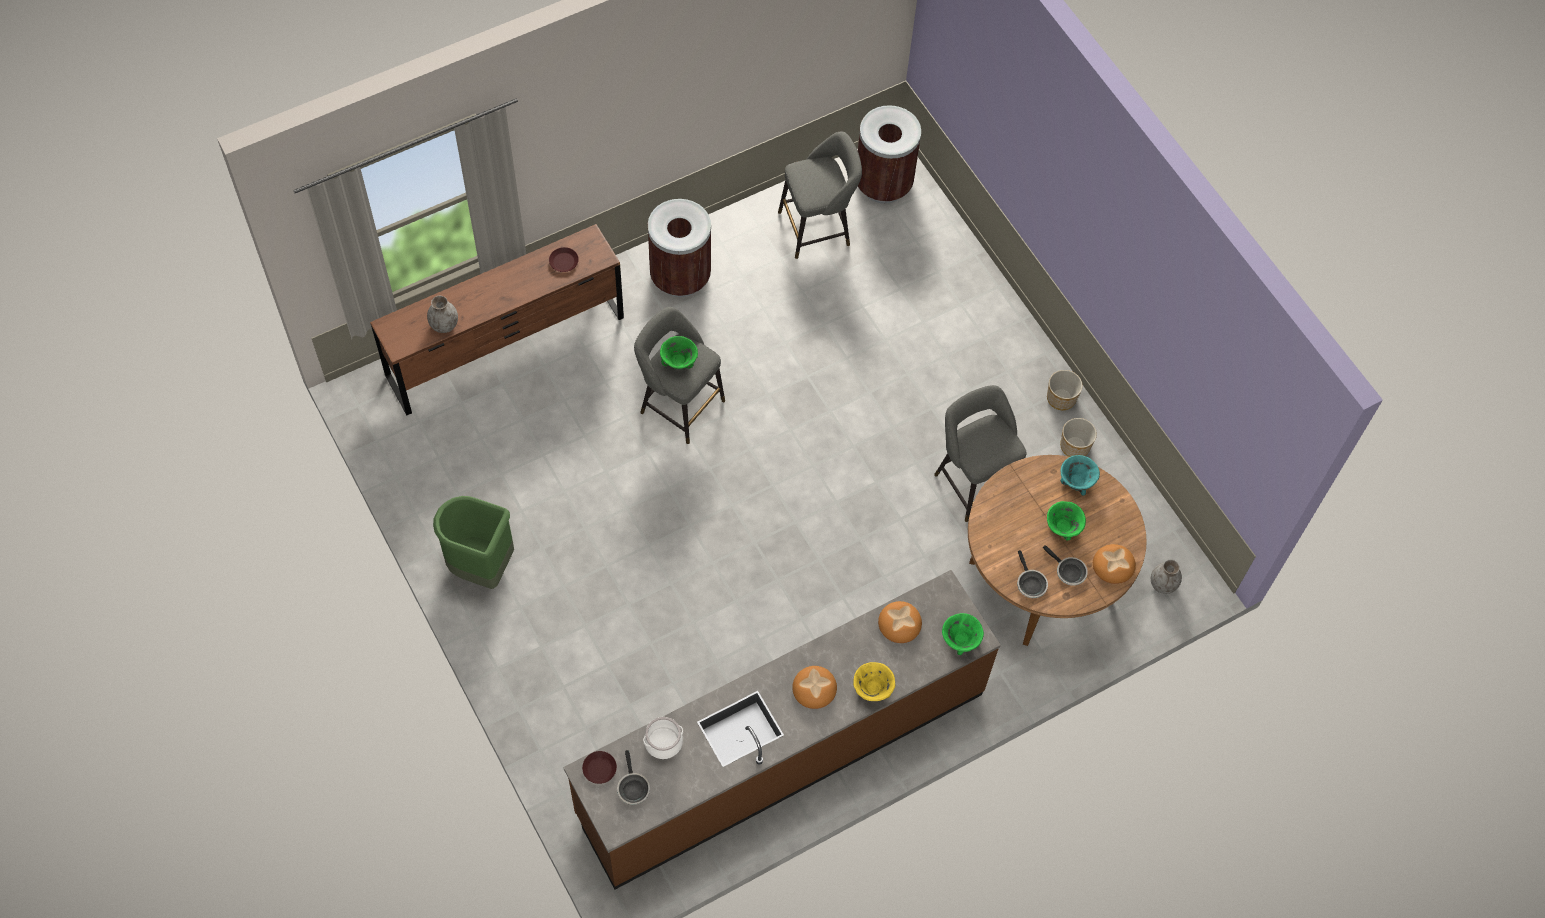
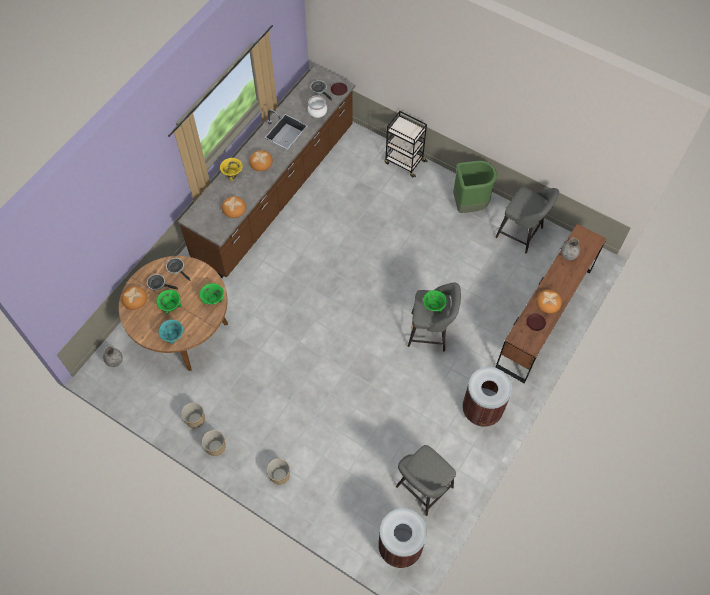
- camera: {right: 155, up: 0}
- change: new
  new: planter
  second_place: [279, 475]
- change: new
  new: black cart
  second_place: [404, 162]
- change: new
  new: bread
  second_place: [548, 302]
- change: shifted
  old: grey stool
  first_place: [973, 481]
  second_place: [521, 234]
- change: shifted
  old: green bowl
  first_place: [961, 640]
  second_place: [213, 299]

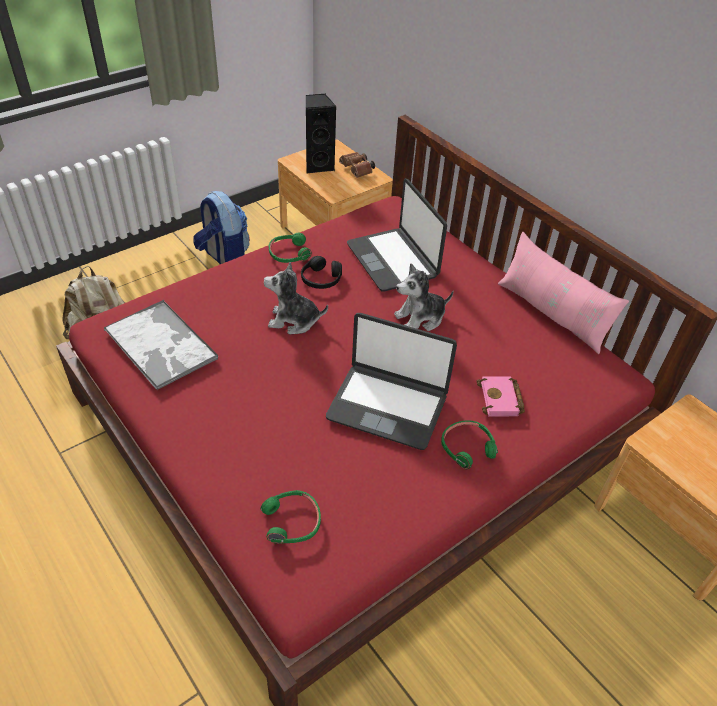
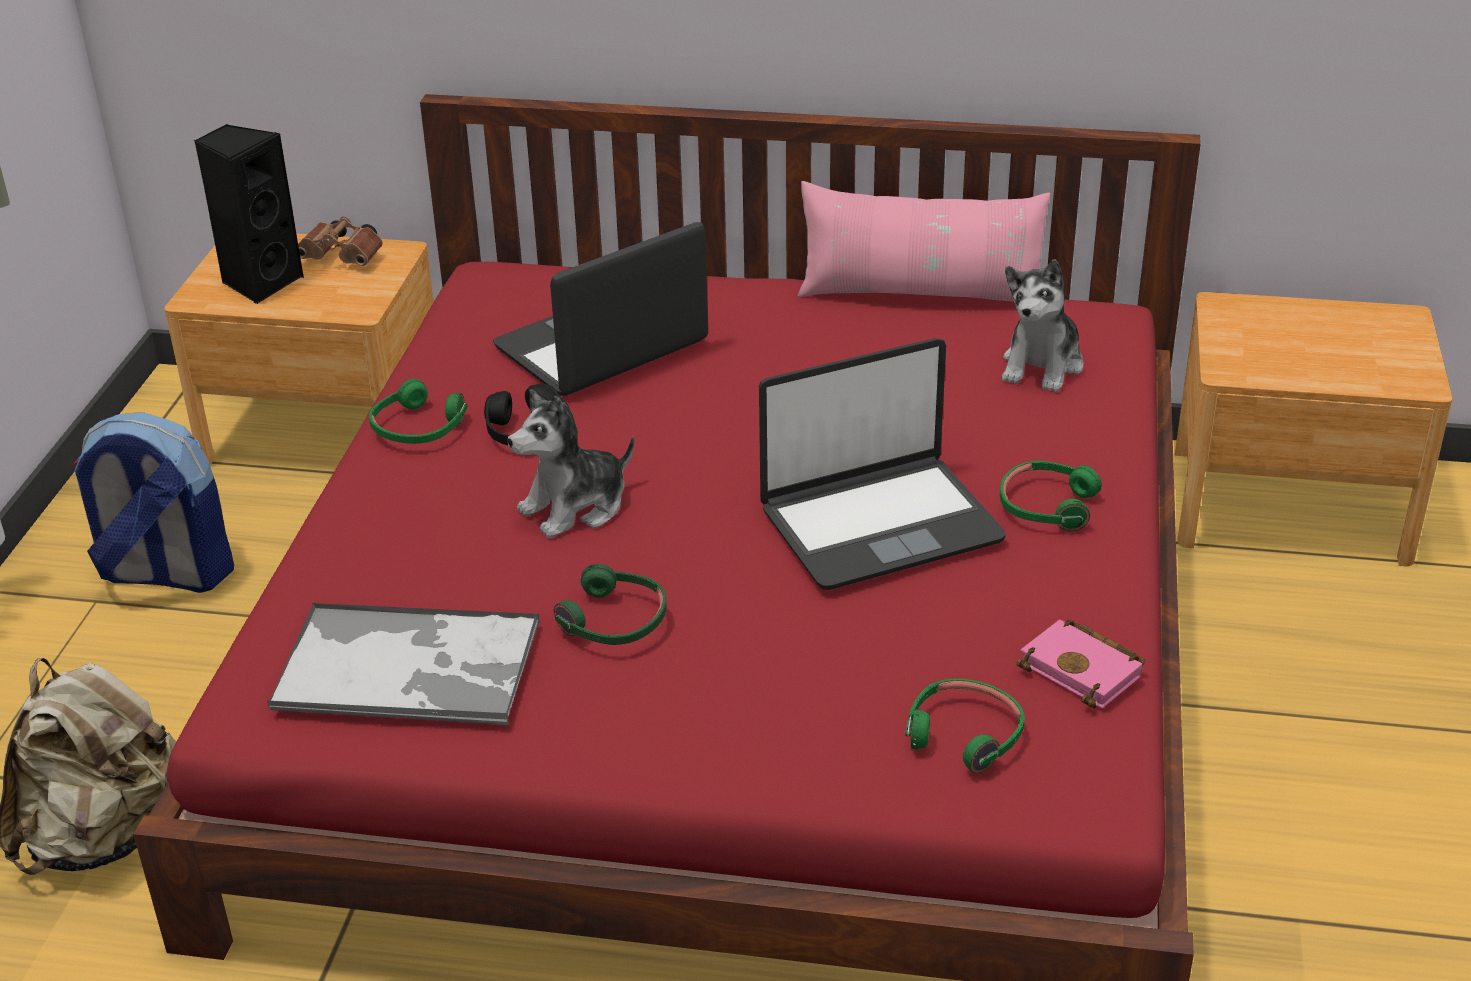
- camera: {right: -40, up: -10}
- change: new
  new: green headphones
  second_place: [614, 621]
- change: shifted
  old: plush toy
  first_place: [420, 318]
  second_place: [1042, 366]
- change: shifted
  old: pink book
  first_place: [501, 400]
  second_place: [1085, 670]
- change: rotated
  old: laptop
  first_place: [393, 260]
  second_place: [602, 347]
  degrees: 120

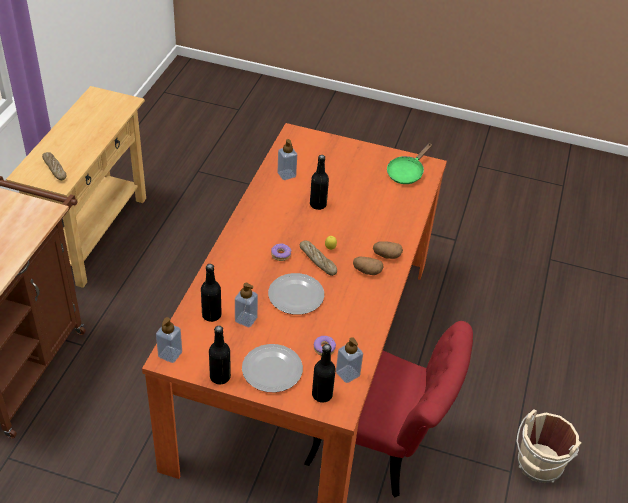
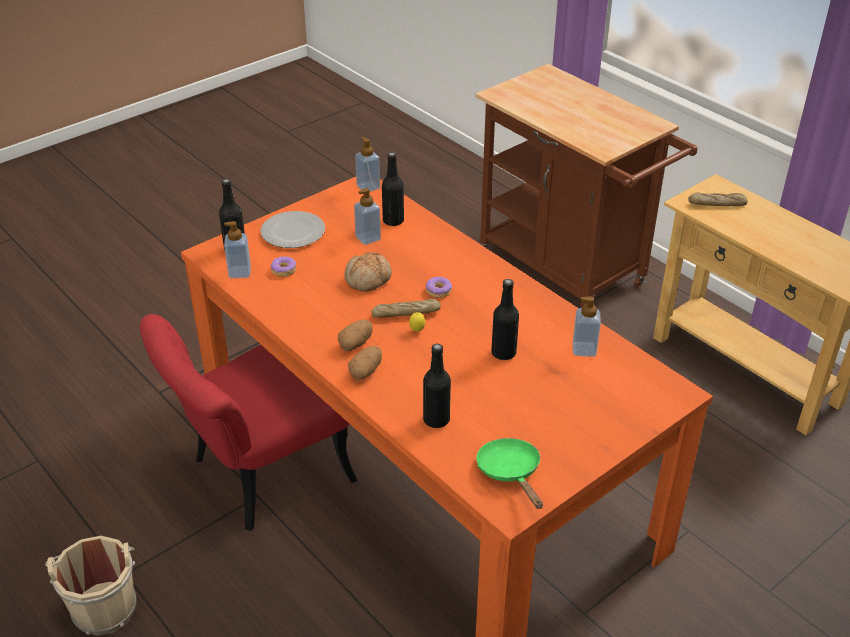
- camera: {right: 125, up: -5}
- change: shifted
  old: black bottle
  first_place: [220, 377]
  second_place: [436, 420]
- change: swapped
  old: plate
  new: bread
  first_place: [296, 295]
  second_place: [369, 279]

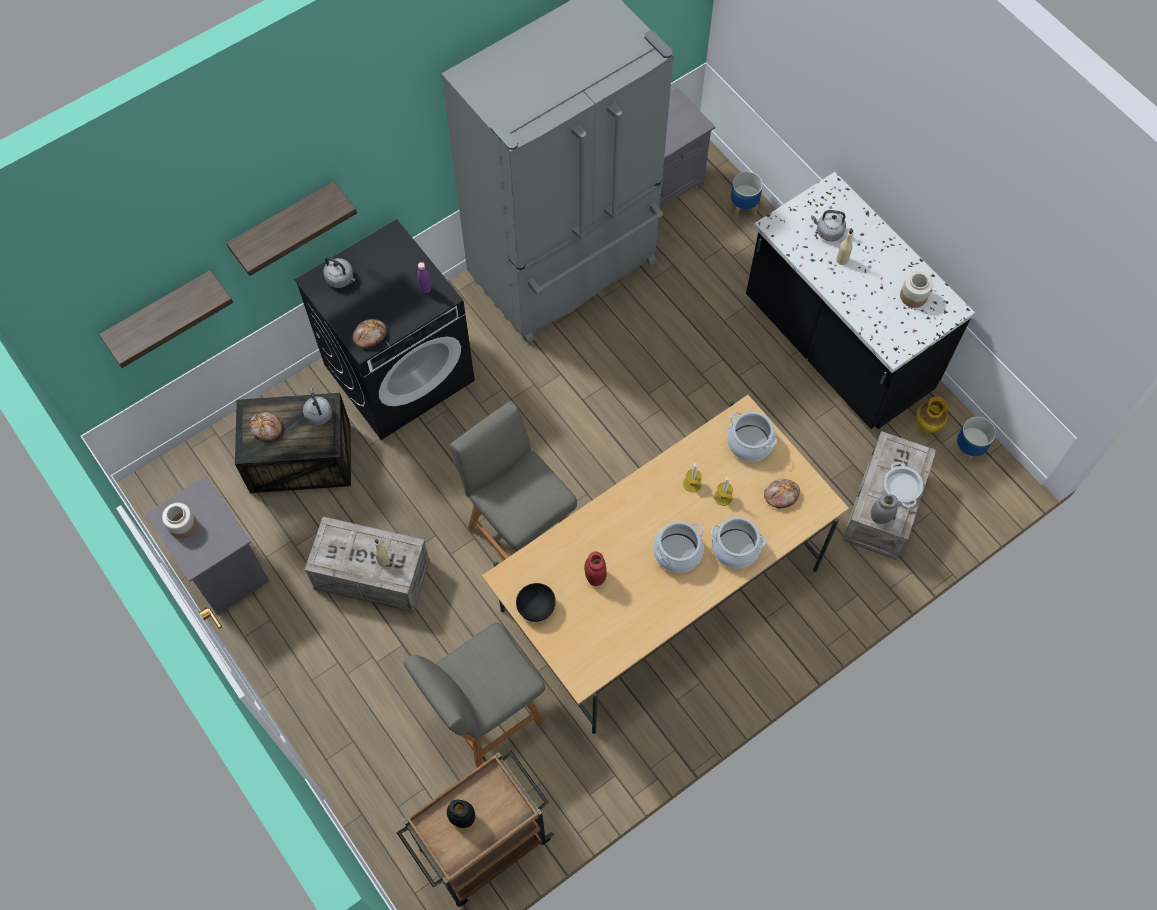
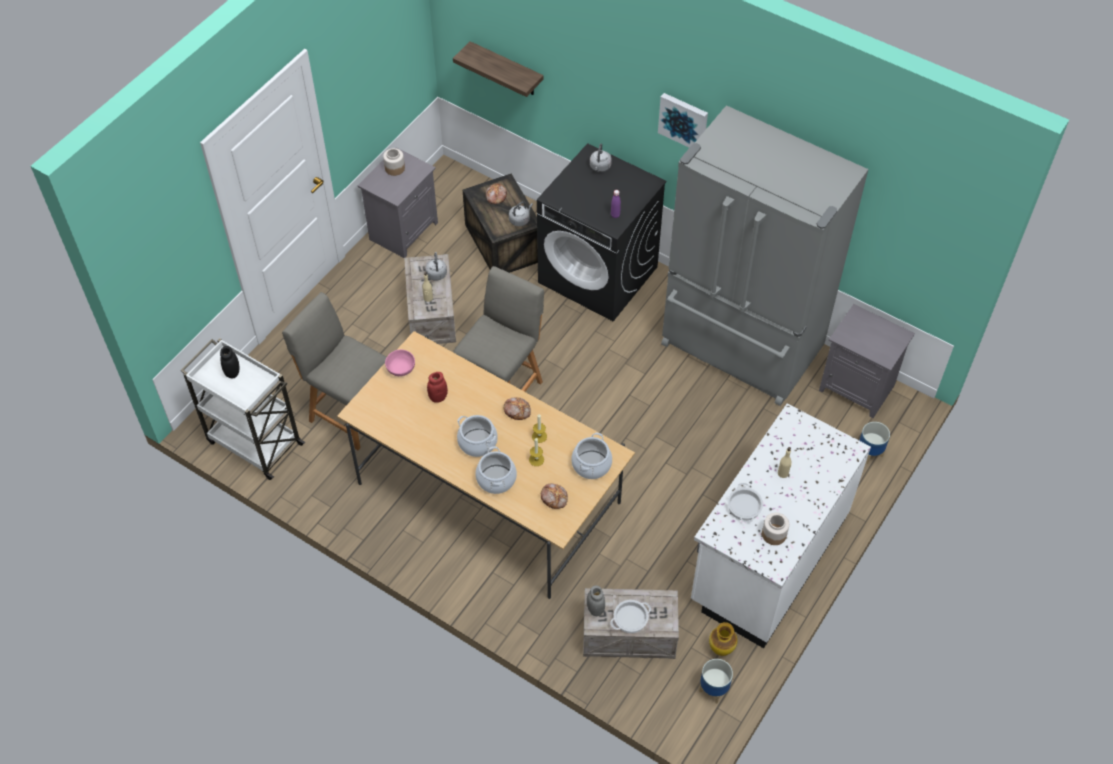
- camera: {right: 70, up: -10}
- change: gone
  old: shelf
  first_place: [284, 224]
- change: new
  new: picture
  second_place: [684, 121]
- change: new
  new: cooking pot
  second_place: [745, 507]
- change: shifted
  old: bread
  first_place: [369, 335]
  second_place: [517, 410]
- change: shifted
  old: grey kettle
  first_place: [828, 232]
  second_place: [436, 273]
- change: repainted
  old: brown cart
  new: white cart
  first_place: [483, 847]
  second_place: [253, 442]
- change: repainted
  old: black bowl
  new: pink bowl
  first_place: [537, 607]
  second_place: [401, 370]
- change: repainted
  old: black counter
  new: white counter
  first_place: [836, 346]
  second_place: [767, 559]

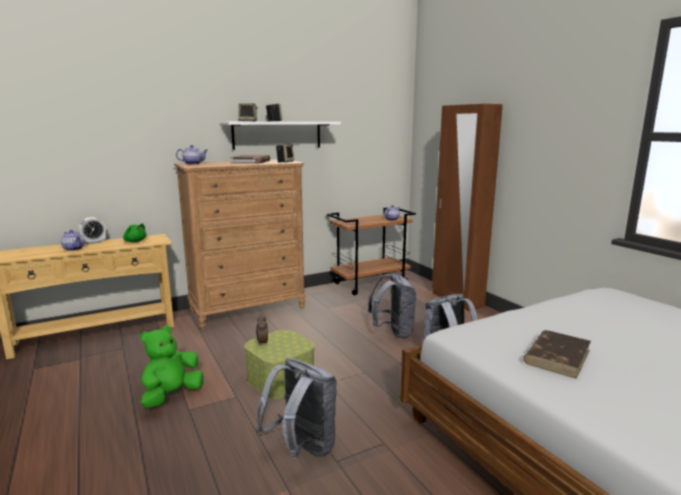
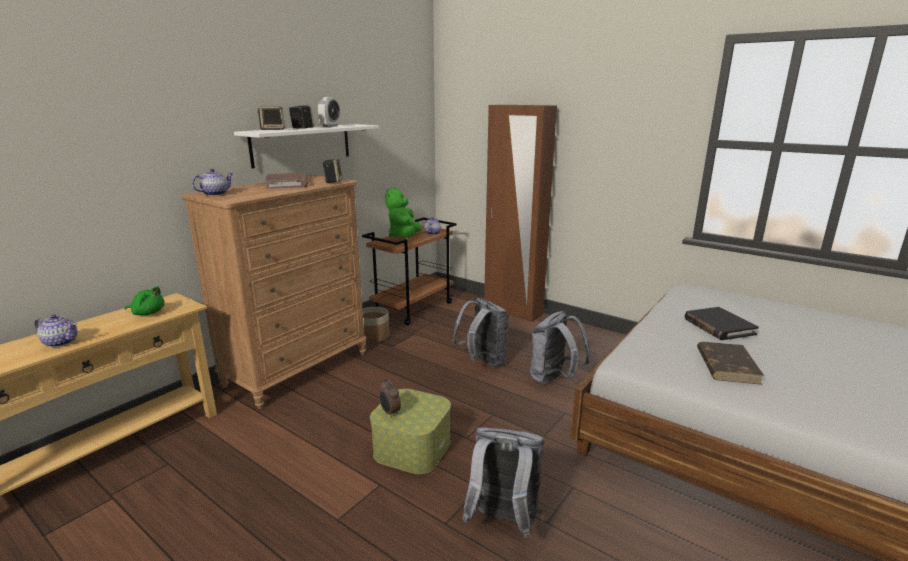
- camera: {right: -25, up: 5}
- change: new
  new: planter
  second_place: [374, 336]
- change: new
  new: black book
  second_place: [718, 326]
- change: shifted
  old: alarm clock
  first_place: [93, 242]
  second_place: [330, 126]
- change: shifted
  old: green plush toy
  first_place: [171, 396]
  second_place: [404, 237]

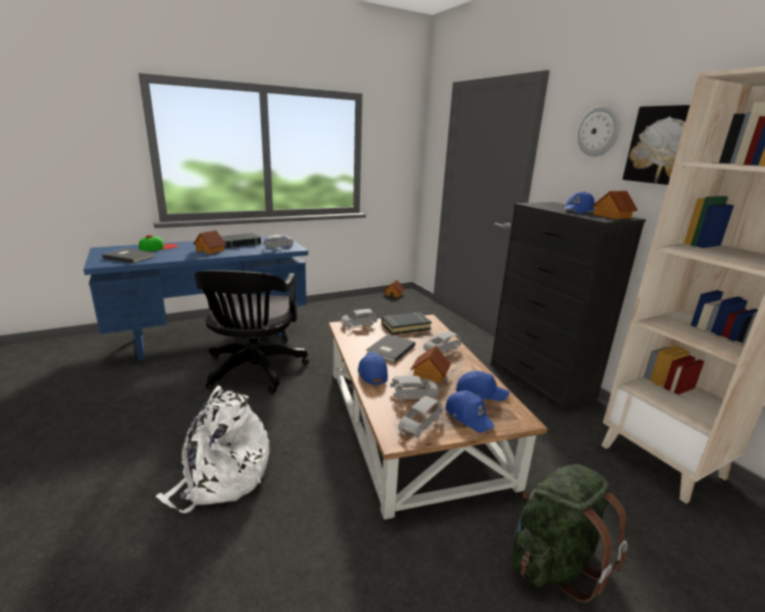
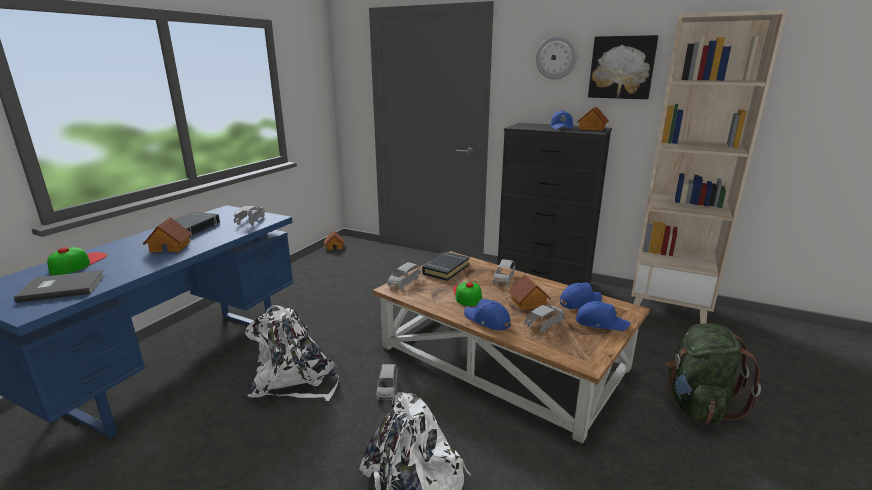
- camera: {right: -35, up: 0}
- change: shifted
  old: grey toy car
  first_place: [419, 424]
  second_place: [387, 388]
- change: swapped
  old: black office chair
  new: white backpack
  first_place: [254, 372]
  second_place: [295, 380]
- change: swapped
  old: grey book
  new: cap
  first_place: [389, 349]
  second_place: [467, 294]

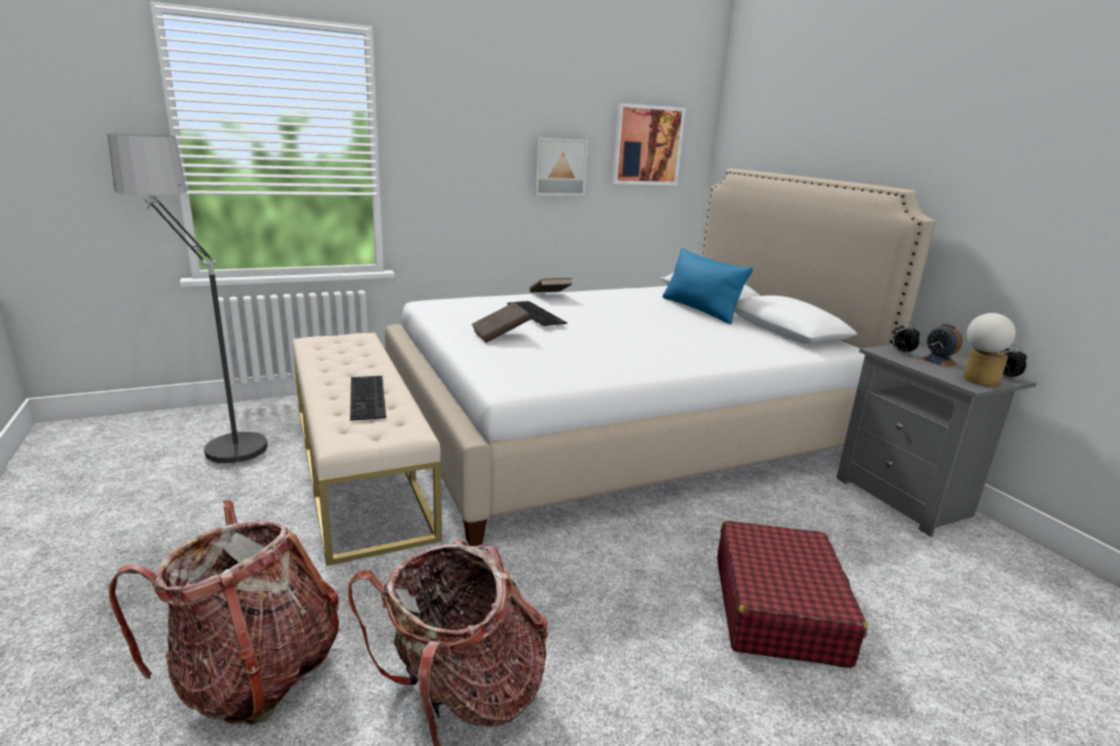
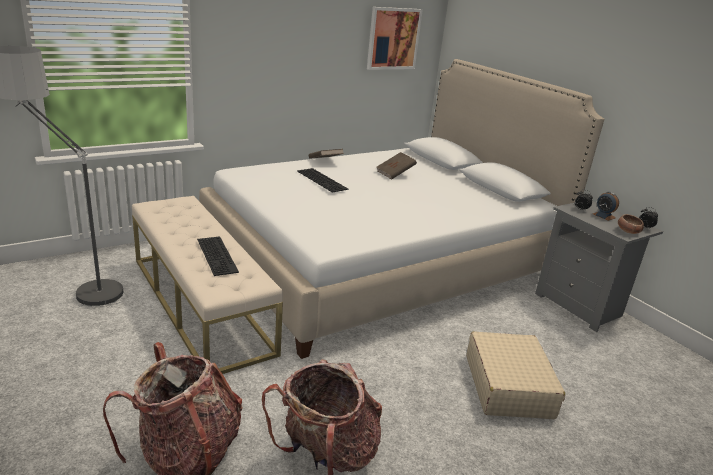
- camera: {right: -10, up: 5}
- change: gone
  old: picture
  first_place: [559, 167]
- change: gone
  old: blue pillow
  first_place: [699, 309]
- change: shifted
  old: brown book
  first_place: [500, 335]
  second_place: [395, 174]
- change: swapped
  old: table lamp
  new: bowl
  first_place: [977, 381]
  second_place: [628, 231]
- change: repainted
  old: red suitcase
  new: beige suitcase
  first_place: [778, 608]
  second_place: [508, 386]

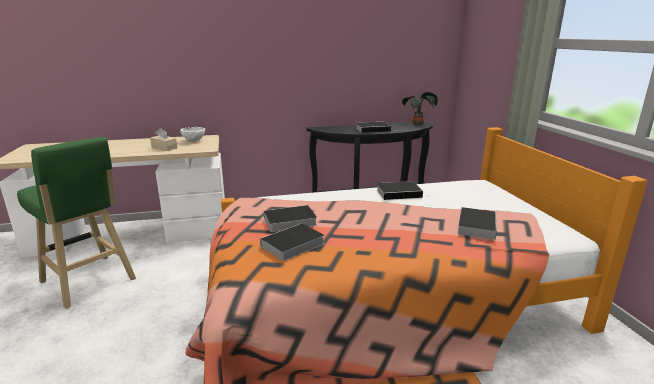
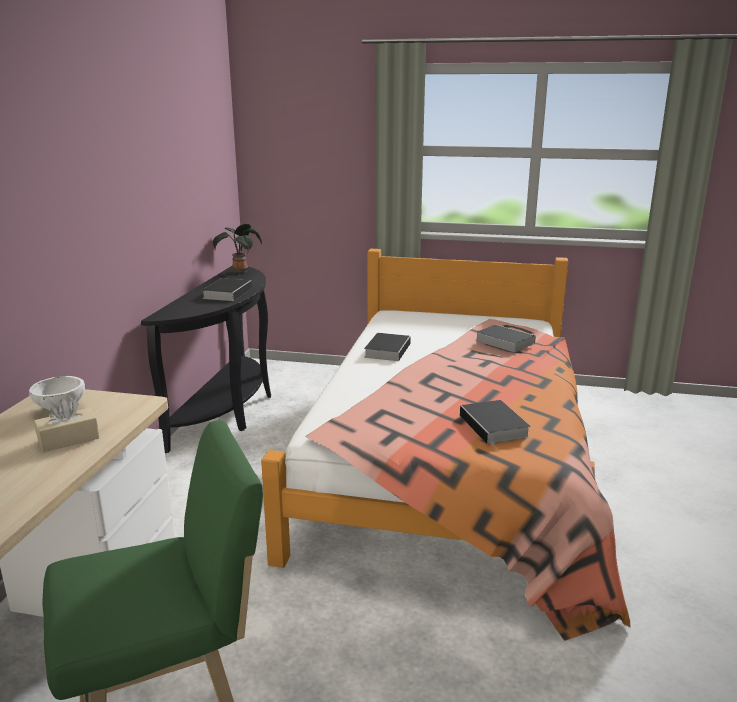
- camera: {right: -65, up: 0}
- change: gone
  old: book
  first_place: [288, 222]

